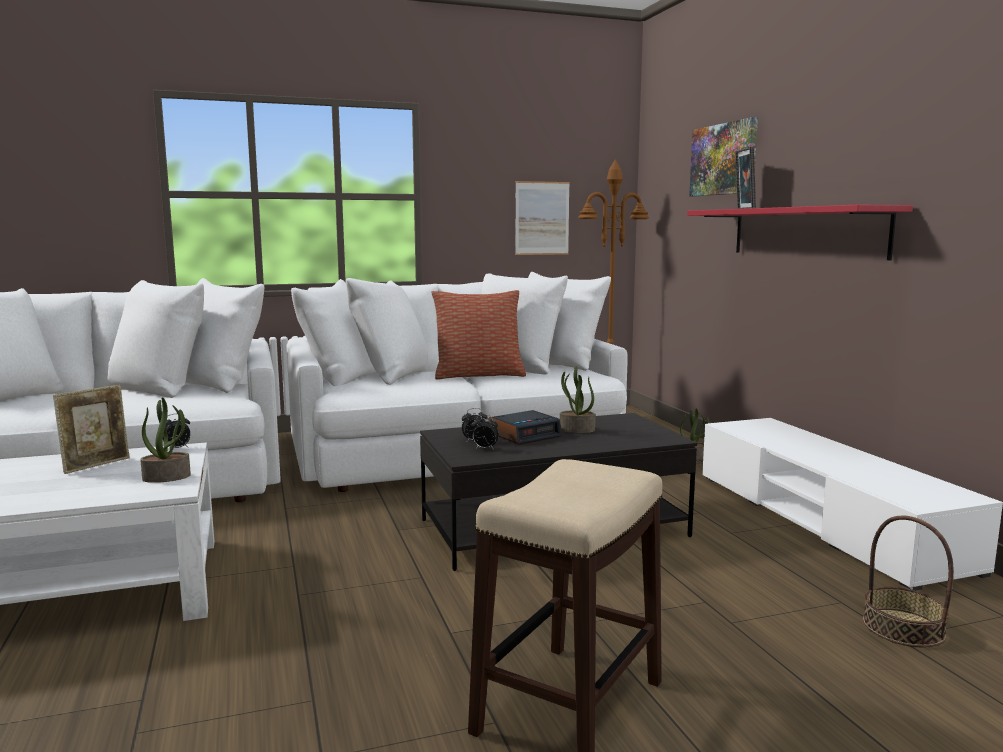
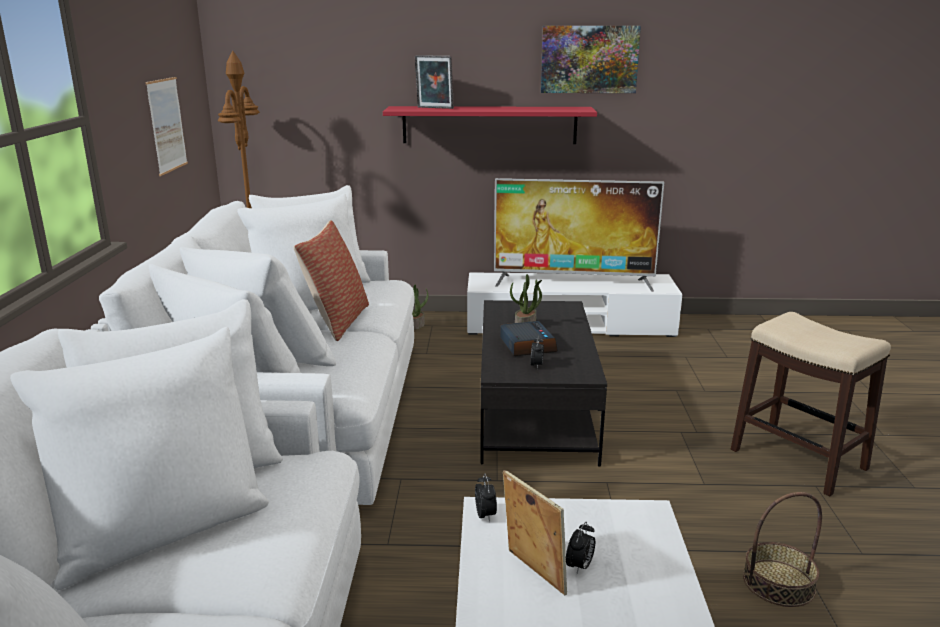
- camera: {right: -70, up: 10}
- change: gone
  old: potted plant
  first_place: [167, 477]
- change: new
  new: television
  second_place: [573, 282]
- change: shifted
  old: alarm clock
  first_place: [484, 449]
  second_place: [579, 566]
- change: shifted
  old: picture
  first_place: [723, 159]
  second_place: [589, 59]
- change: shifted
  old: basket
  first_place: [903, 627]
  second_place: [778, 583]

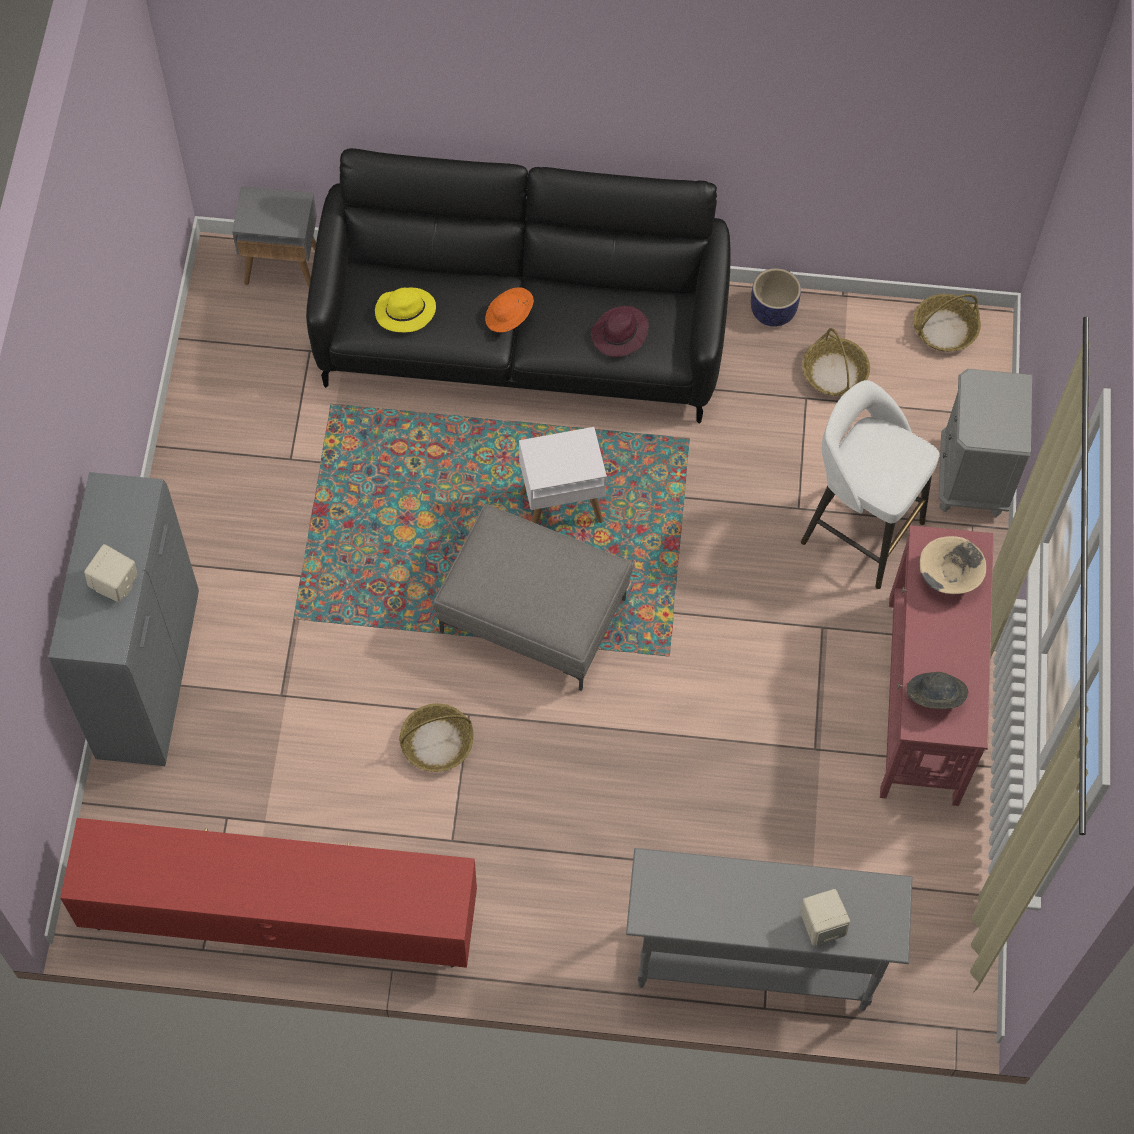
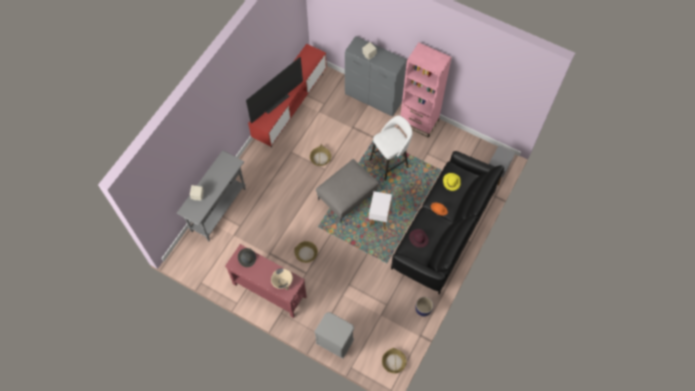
- camera: {right: 115, up: 0}
- change: new
  new: television
  second_place: [277, 103]
- change: new
  new: pink bookcase
  second_place: [419, 122]
- change: shifted
  old: white stool
  first_place: [859, 530]
  second_place: [390, 163]
- change: shifted
  old: basket
  first_place: [834, 373]
  second_place: [306, 253]

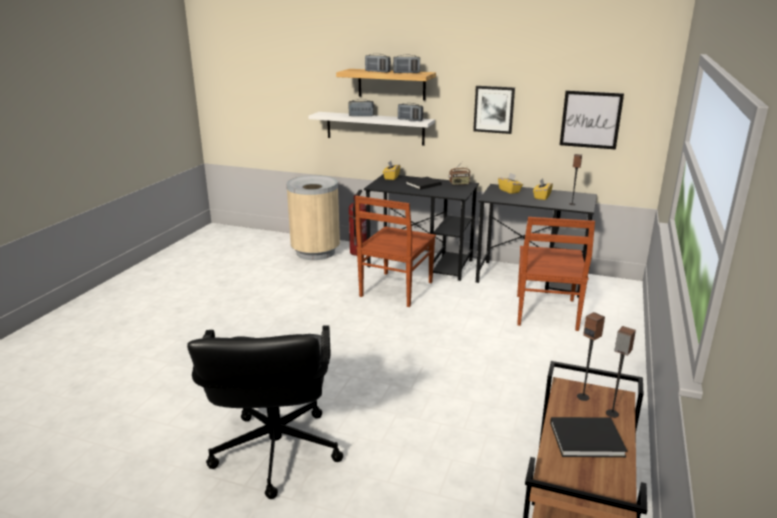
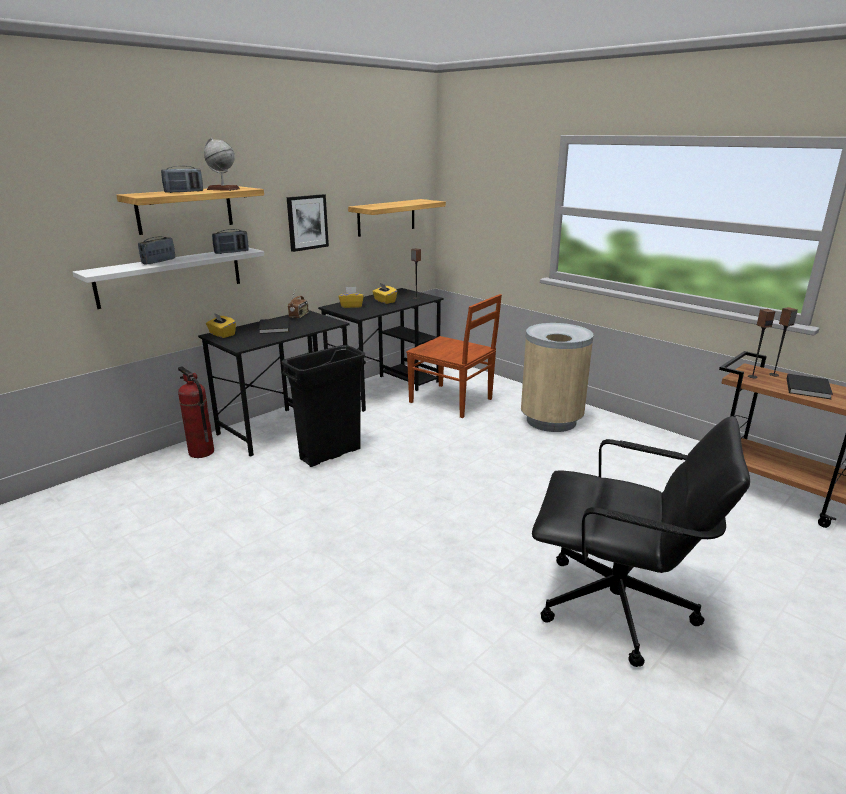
- camera: {right: -65, up: 0}
- change: shifted
  old: beige trash can
  first_place: [316, 252]
  second_place: [551, 420]
- change: swapped
  old: brown chair
  new: black trash can
  first_place: [395, 290]
  second_place: [330, 454]
- change: swapped
  old: radio
  new: globe
  first_place: [406, 73]
  second_place: [223, 189]
- change: swapped
  old: picture
  new: shelf
  first_place: [590, 119]
  second_place: [386, 217]

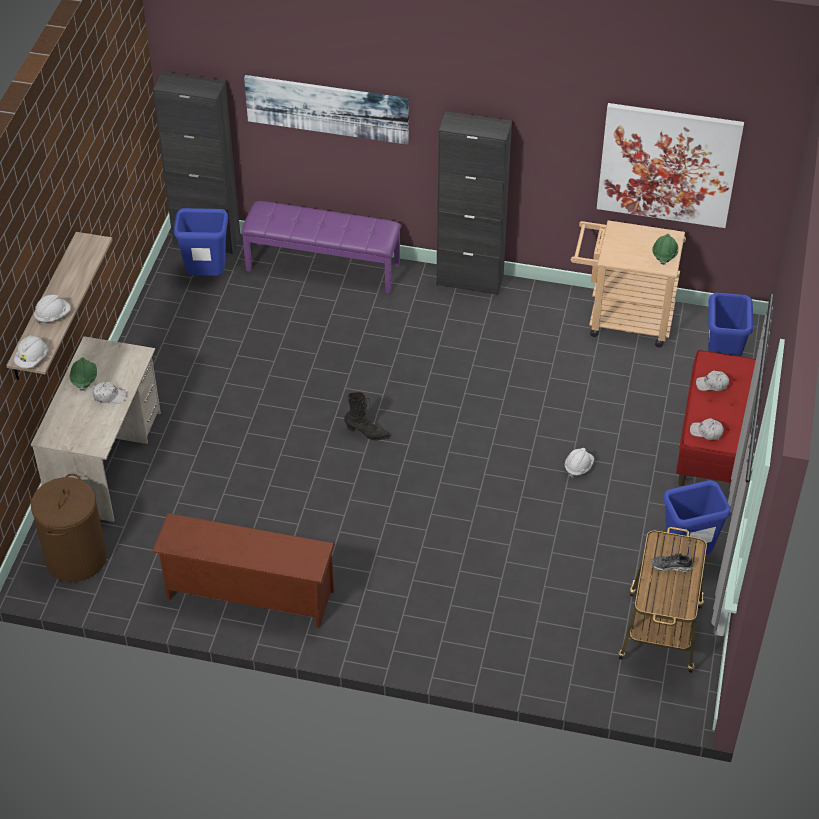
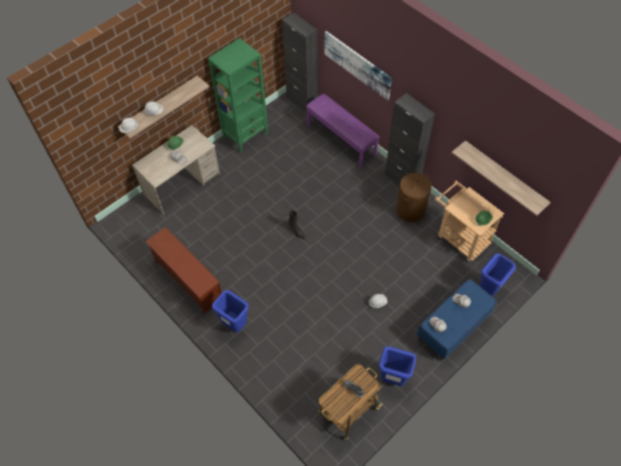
- camera: {right: 35, up: 10}
- change: new
  new: green bookcase
  second_place: [246, 135]
- change: shifted
  old: brown laundry basket
  first_place: [76, 557]
  second_place: [410, 210]
- change: shifted
  old: blue trash can
  first_place: [207, 277]
  second_place: [235, 325]
- change: swapped
  old: picture
  new: shelf
  first_place: [668, 164]
  second_place: [504, 175]
- change: repainted
  old: red bench
  new: blue bench
  first_place: [713, 443]
  second_place: [453, 328]

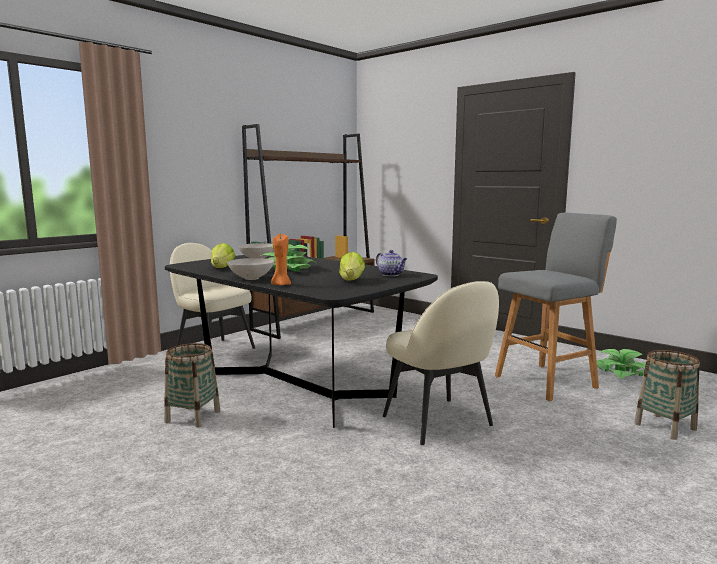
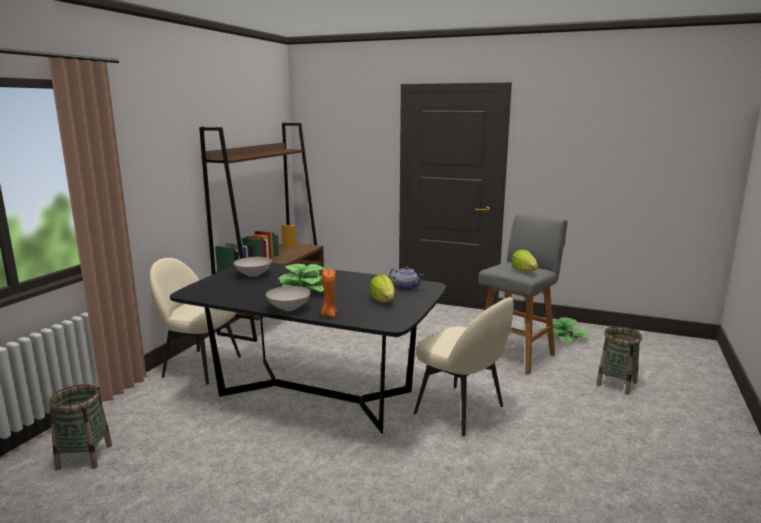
- camera: {right: -20, up: 5}
- change: shifted
  old: basket
  first_place: [193, 416]
  second_place: [84, 457]
- change: shifted
  old: lettuce
  first_place: [222, 268]
  second_place: [524, 271]

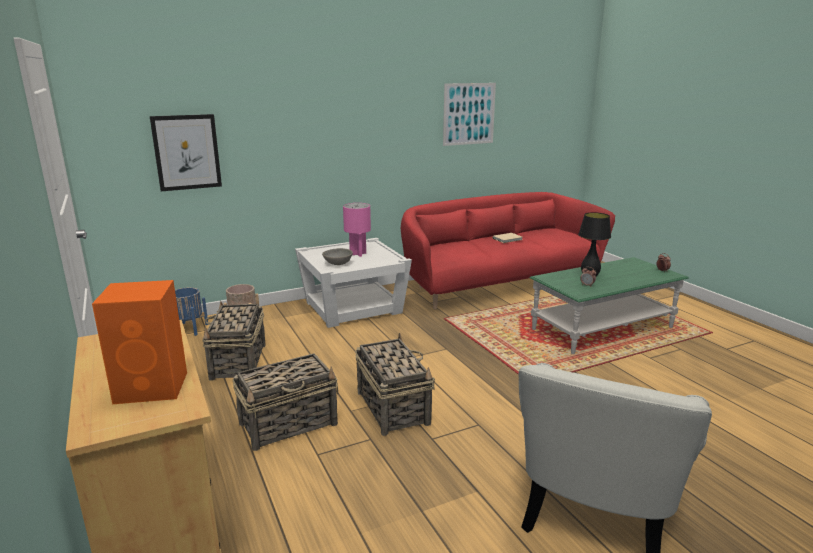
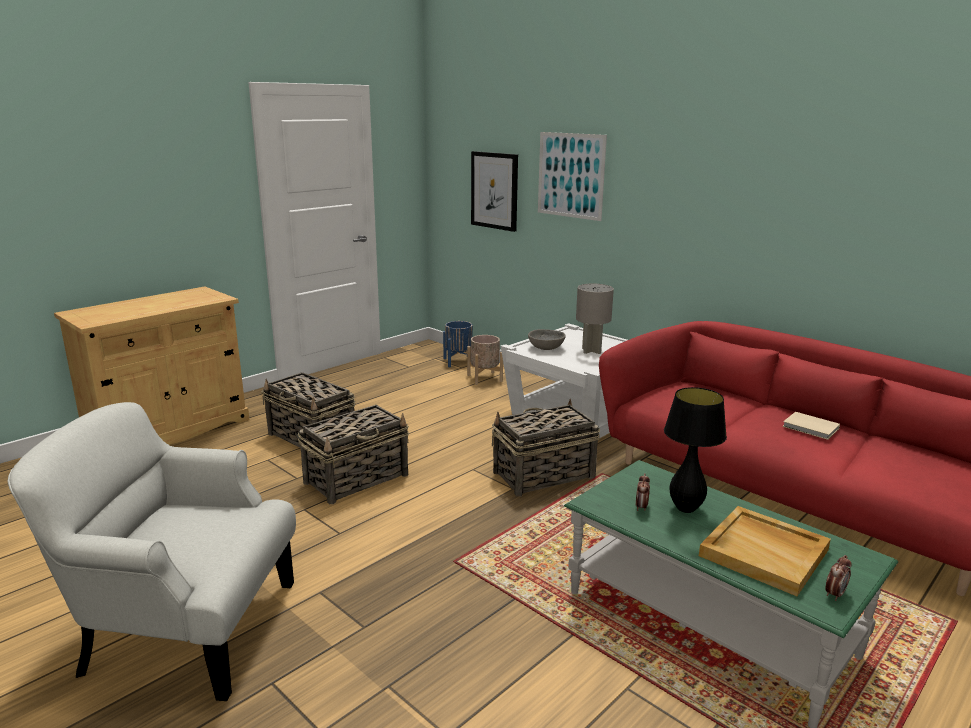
- camera: {right: 70, up: 0}
- change: gone
  old: orange speaker
  first_place: [153, 387]
- change: new
  new: beige tray
  second_place: [765, 553]
- change: shifted
  old: basket
  first_place: [238, 362]
  second_place: [542, 475]
- change: shifted
  old: picture
  first_place: [469, 114]
  second_place: [570, 175]
- change: repainted
  old: pink table lamp
  new: grey table lamp
  first_place: [357, 254]
  second_place: [591, 351]

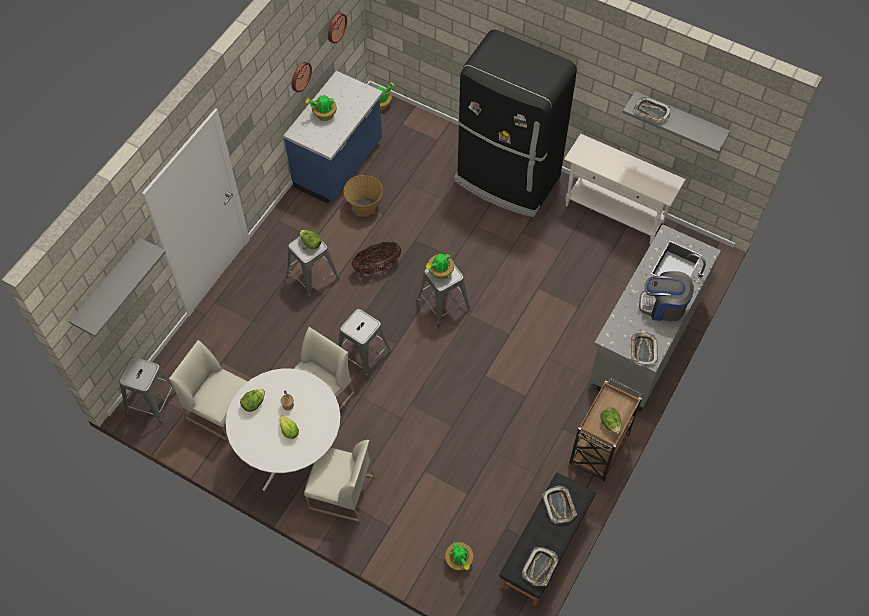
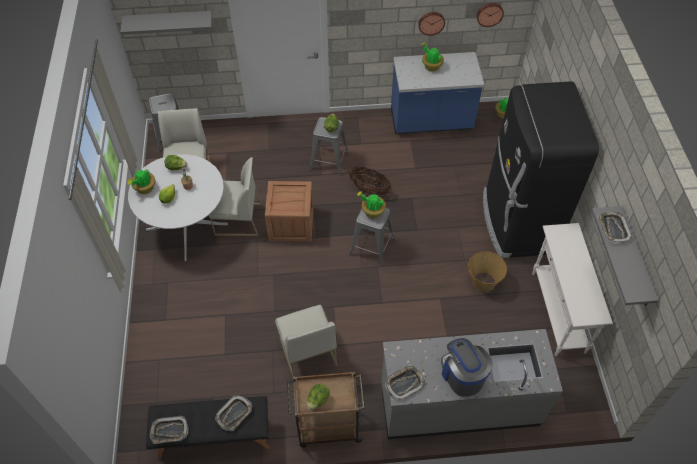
- camera: {right: 55, up: -5}
- change: shifted
  old: white chair
  first_place: [341, 493]
  second_place: [307, 351]
- change: shifted
  old: basket
  first_place: [364, 207]
  second_place: [483, 281]
- change: shifted
  old: potted plant
  first_place: [459, 561]
  second_place: [144, 189]
- change: swapped
  old: grey stool
  new: crate
  first_place: [363, 355]
  second_place: [291, 224]

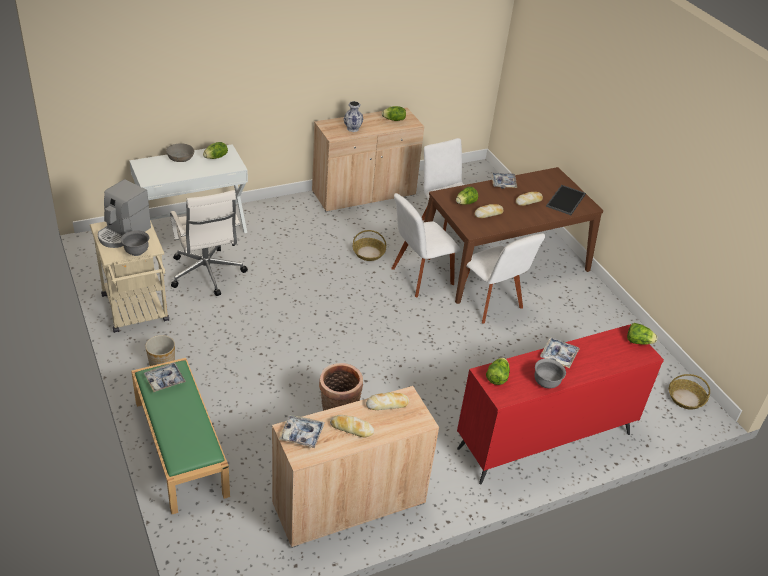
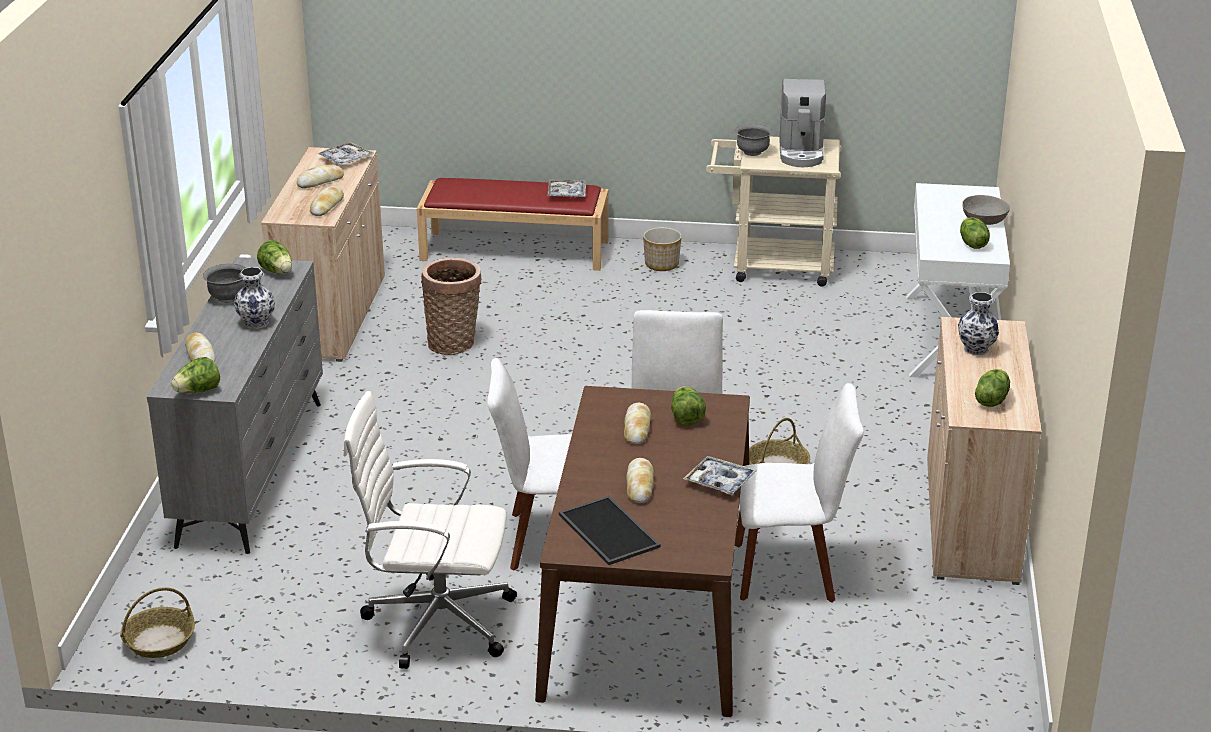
- camera: {right: 125, up: -10}
- change: new
  new: bread
  second_place: [200, 356]
- change: shifted
  old: white office chair
  first_place: [207, 274]
  second_place: [435, 621]
- change: swapped
  old: tray
  new: vase
  first_place: [558, 355]
  second_place: [255, 323]
- change: repainted
  old: green bench
  new: red bench
  first_place: [179, 447]
  second_place: [516, 250]
- change: repainted
  old: red dresser
  new: grey dresser
  first_place: [544, 440]
  second_place: [253, 471]
- change: rotated
  old: coffee machine
  first_place: [123, 233]
  second_place: [801, 152]
  degrees: -150

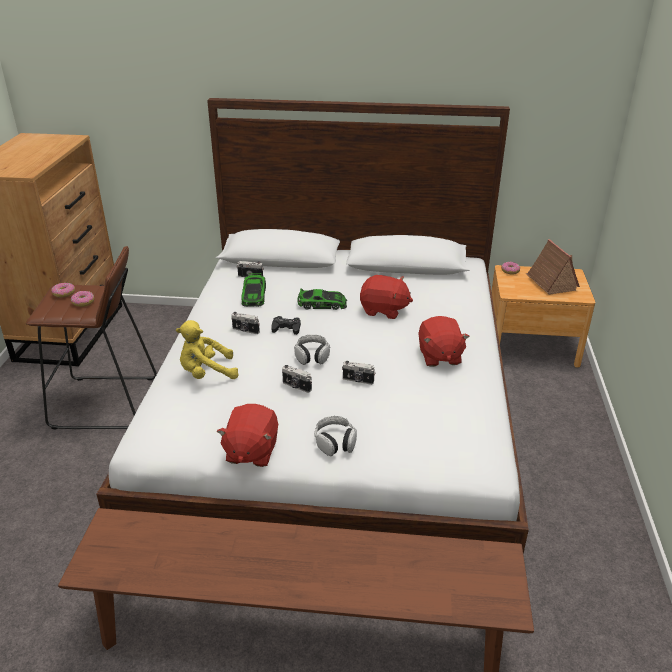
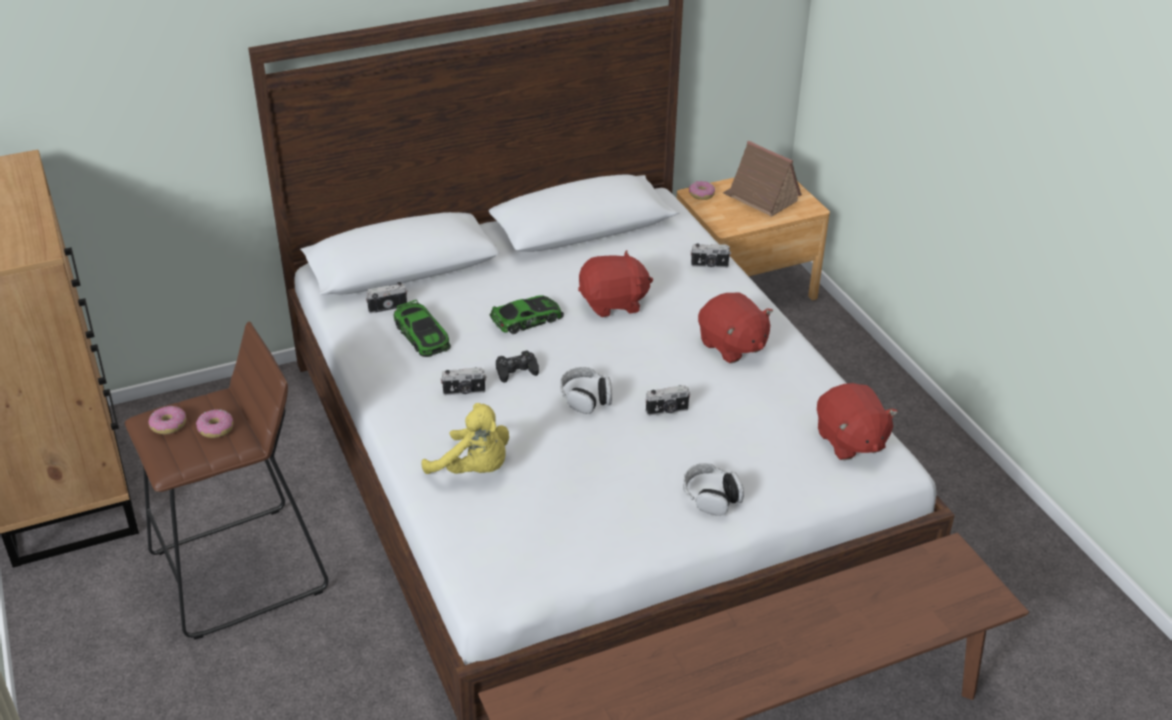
- camera: {right: -30, up: 5}
- change: shifted
  old: red plush toy
  first_place: [251, 451]
  second_place: [849, 441]
- change: shifted
  old: photo camera
  first_place: [296, 386]
  second_place: [709, 265]
- change: rotated
  old: yellow plush toy
  first_place: [206, 373]
  second_place: [474, 469]
  degrees: -105

